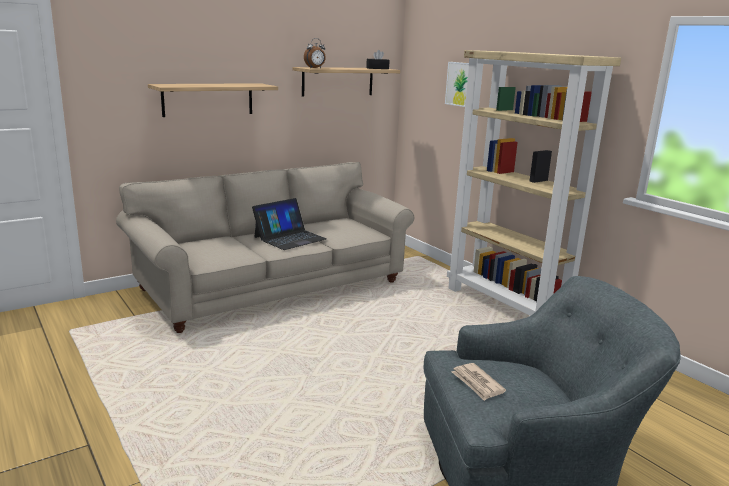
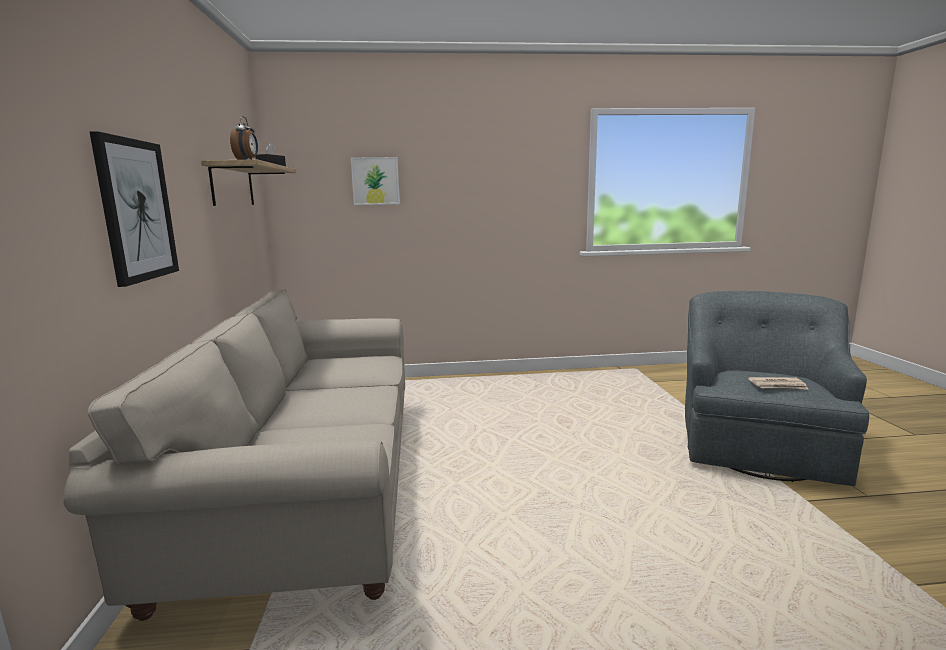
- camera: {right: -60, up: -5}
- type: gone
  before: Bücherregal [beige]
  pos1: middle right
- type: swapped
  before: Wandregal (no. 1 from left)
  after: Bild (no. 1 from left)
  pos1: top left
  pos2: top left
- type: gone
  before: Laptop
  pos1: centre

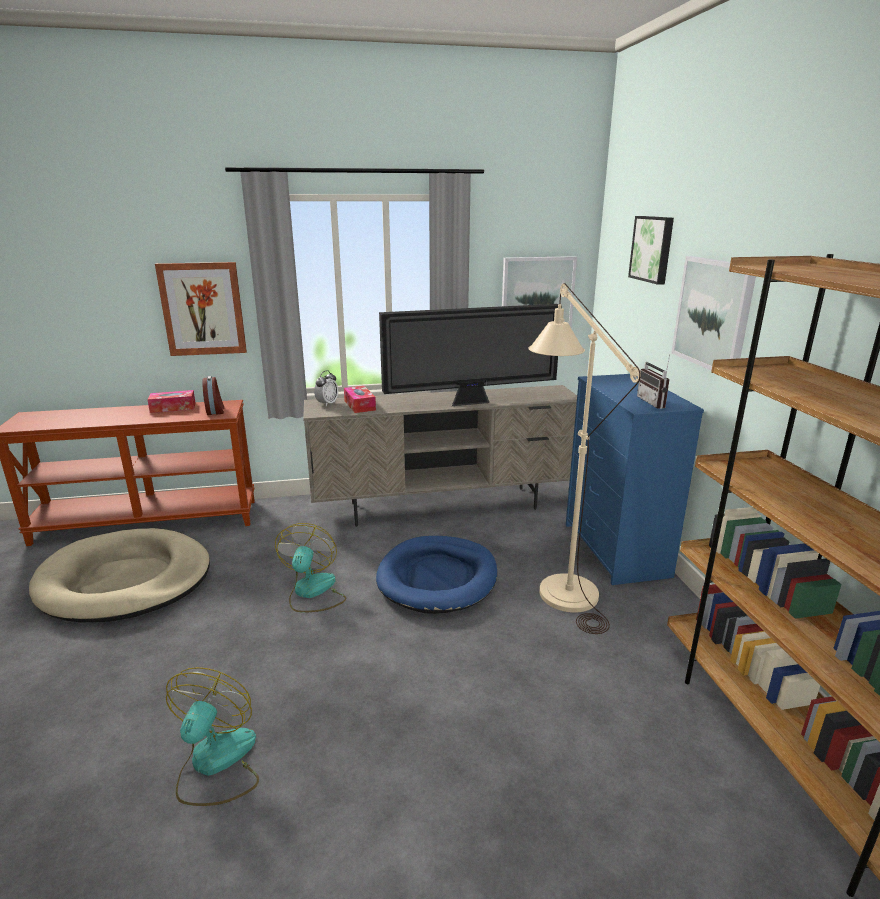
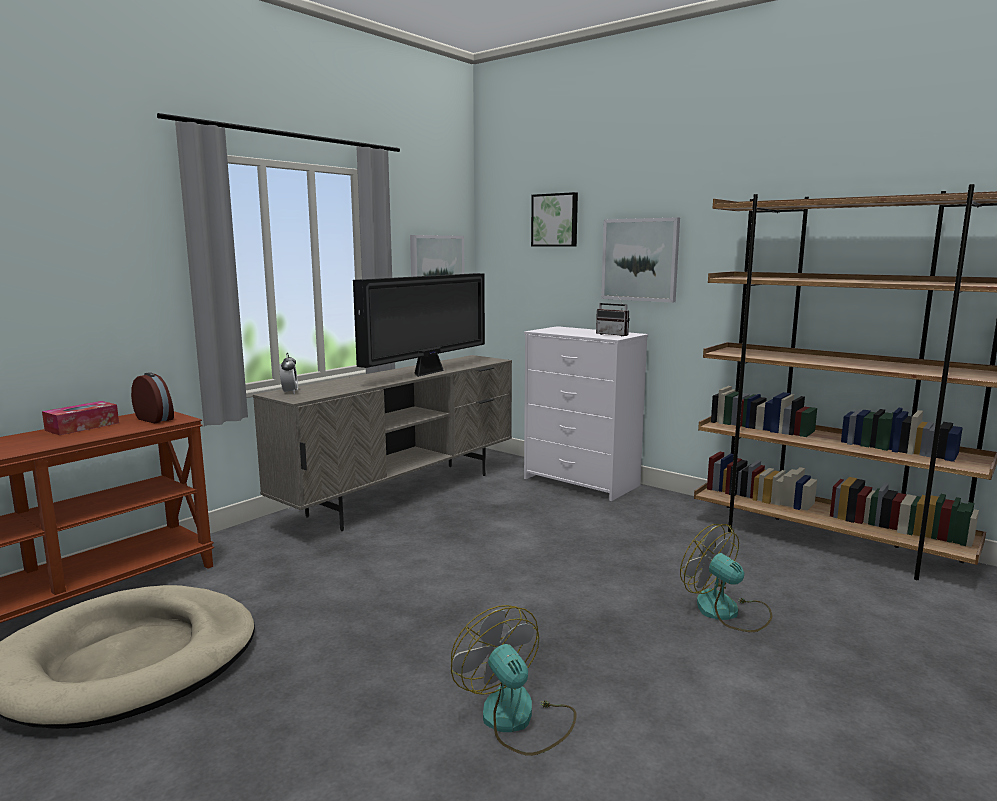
- camera: {right: -40, up: -10}
- type: gone
  before: Bild (no. 1 from left)
  pos1: middle left
- type: gone
  before: Stehlampe [beige]
  pos1: centre
- type: repainted
  before: Kommode [blau]
  after: Kommode [weiß]
  pos1: middle right
  pos2: centre
- type: gone
  before: Taschentuchbox (no. 2 from left)
  pos1: centre
- type: shifted
  before: Ventilator (no. 2 from left)
  pos1: centre
  pos2: bottom right
- type: gone
  before: Hundebett [blau]
  pos1: centre

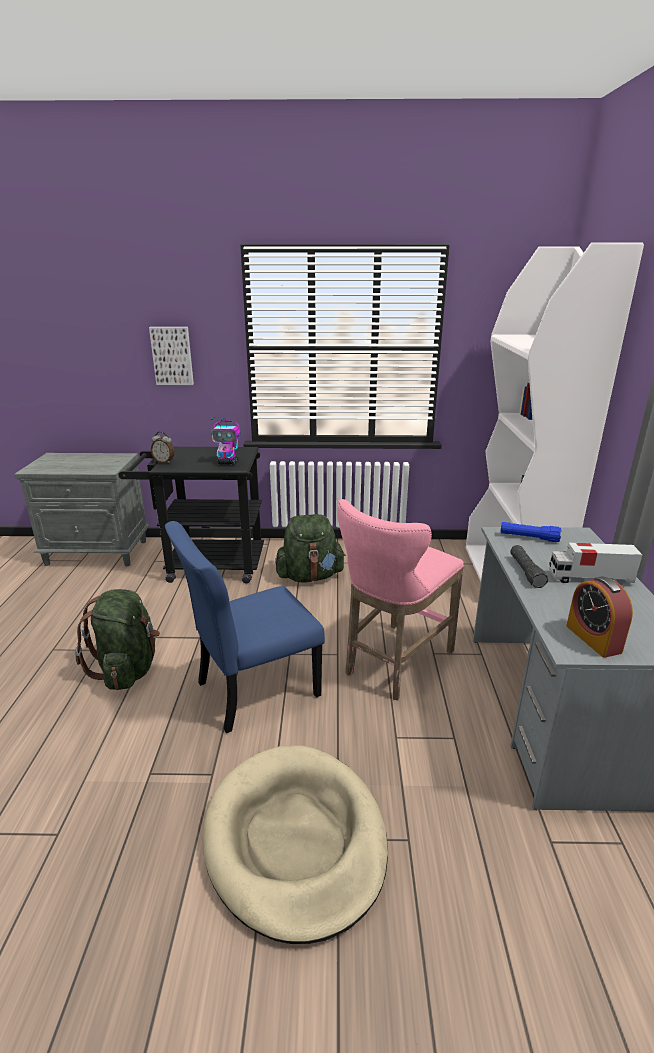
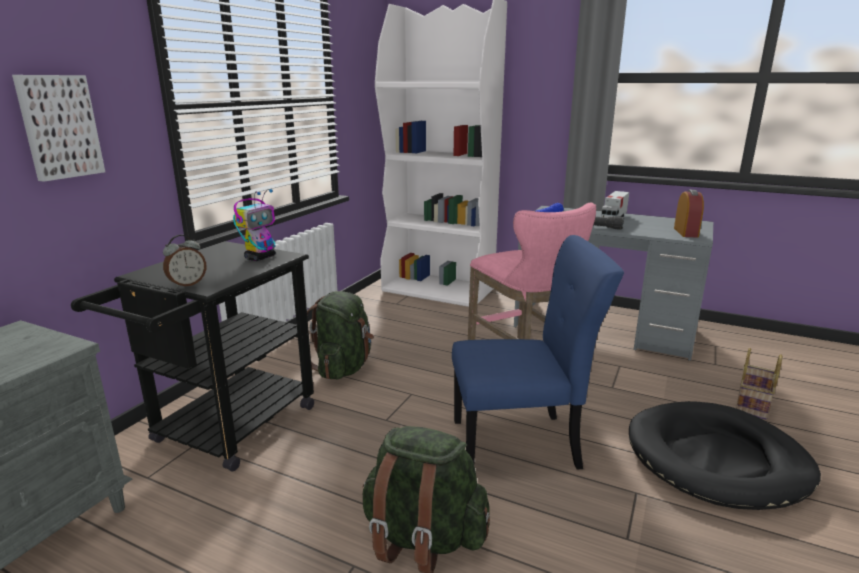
- camera: {right: -65, up: -5}
- type: rotated
  before: Stuhl [blau]
  pos1: centre
  pos2: centre
  turn: -90
- type: rotated
  before: Wecker (no. 2 from left)
  pos1: middle right
  pos2: middle right
  turn: -90
- type: repainted
  before: Hundebett [beige]
  after: Hundebett [schwarz]
  pos1: bottom centre
  pos2: bottom right
- type: new
  after: Korb
  pos2: bottom right

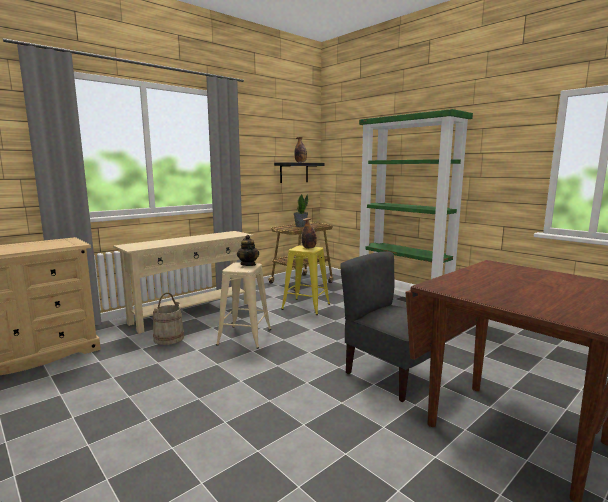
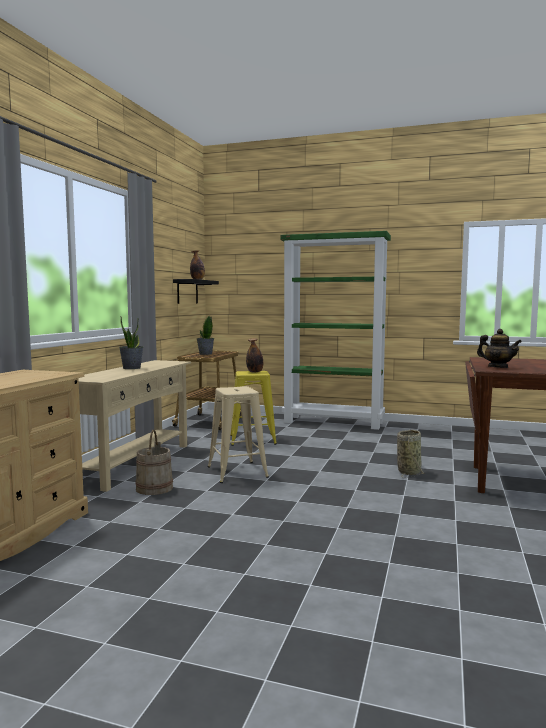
- camera: {right: -30, up: -5}
- type: shifted
  before: Teekanne
  pos1: centre
  pos2: middle right
- type: swapped
  before: Stuhl [grau]
  after: Korb
  pos1: centre
  pos2: middle right
- type: new
  after: Topfpflanze (no. 1 from left)
  pos2: middle left

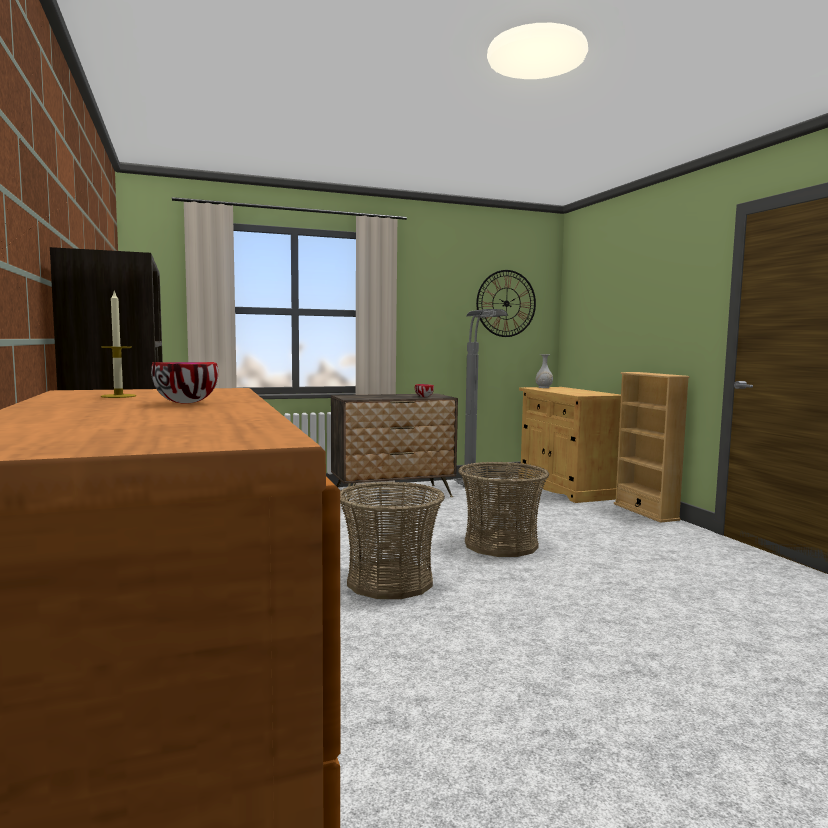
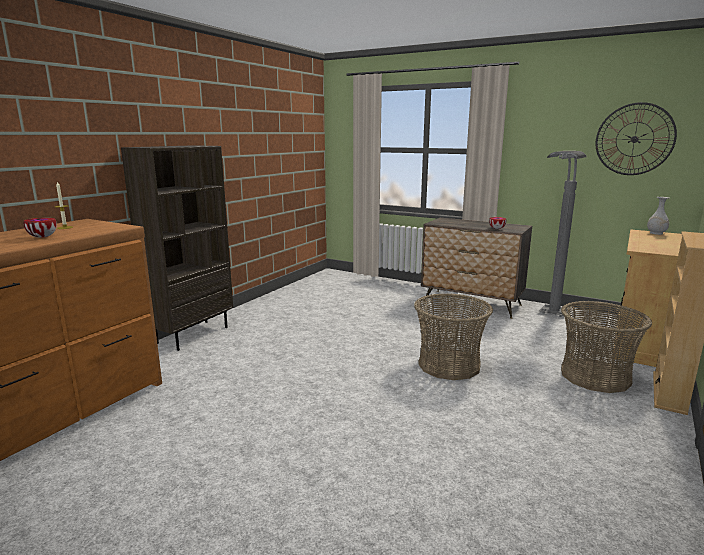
- camera: {right: 50, up: 10}
- type: shifted
  before: Korb (no. 1 from left in the first image)
  after: Korb (no. 2 from left)
  pos1: centre
  pos2: middle right

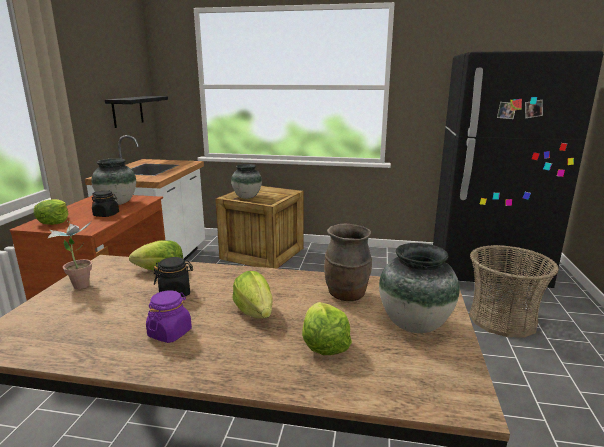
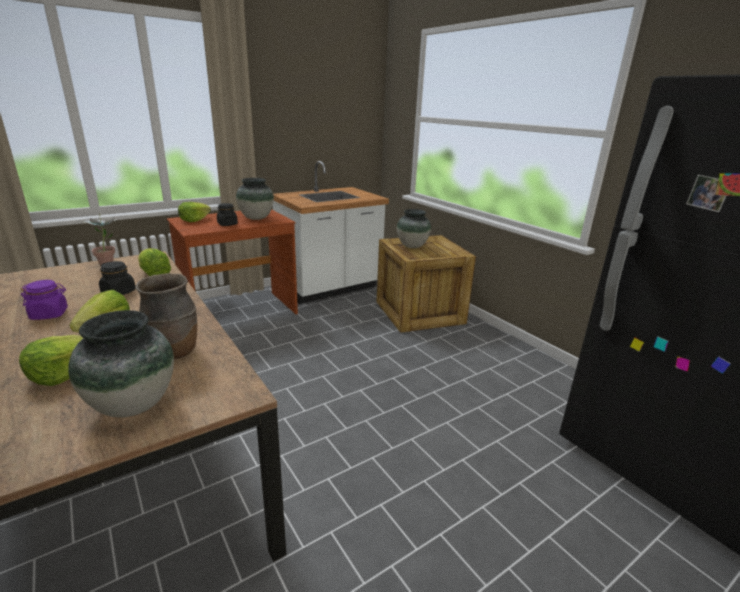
- camera: {right: 45, up: 5}
- type: gone
  before: Wandregal [schwarz]
  pos1: top left
- type: gone
  before: Korb
  pos1: middle right

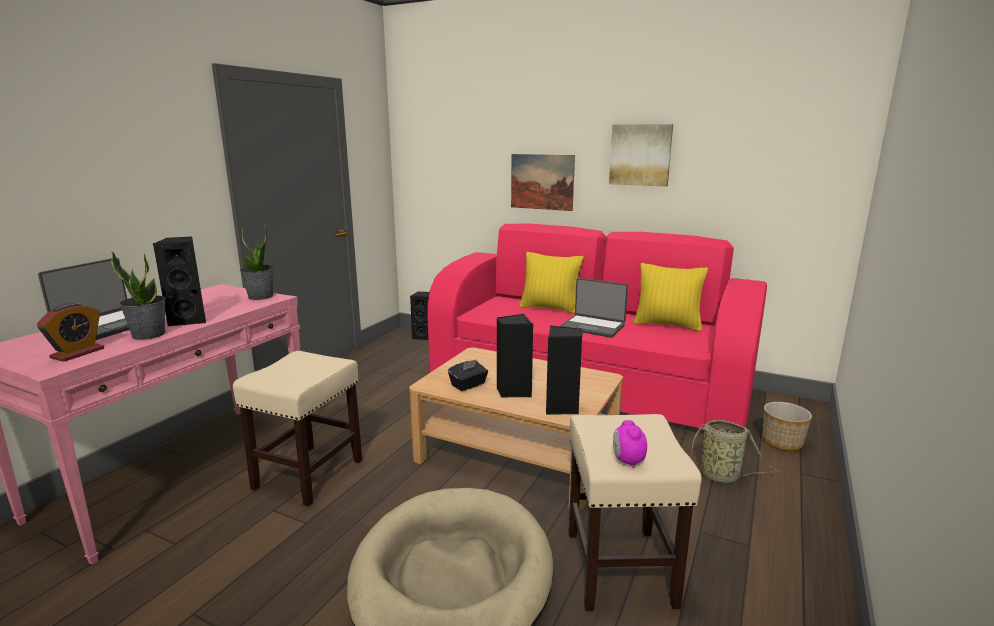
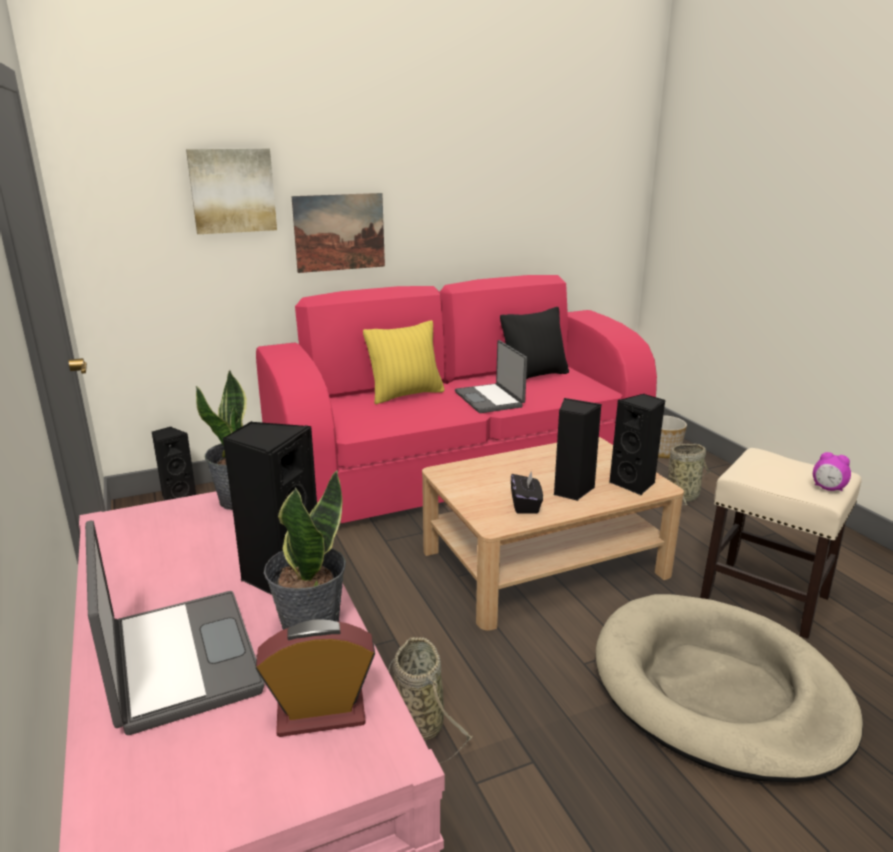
- camera: {right: -50, up: 5}
- type: shifted
  before: Bild (no. 2 from left in the first image)
  after: Bild (no. 1 from left)
  pos1: top centre
  pos2: top left
- type: repainted
  before: Kissen [gelb] (no. 2 from left)
  after: Kissen [schwarz]
  pos1: middle right
  pos2: centre
- type: rotated
  before: Laptop (no. 2 from left)
  pos1: centre
  pos2: centre
  turn: 90
- type: rotated
  before: Wecker (no. 1 from left)
  pos1: middle left
  pos2: bottom centre
  turn: -75
- type: swapped
  before: Hocker [beige] (no. 1 from left)
  after: Korb (no. 1 from left)
  pos1: bottom left
  pos2: bottom centre

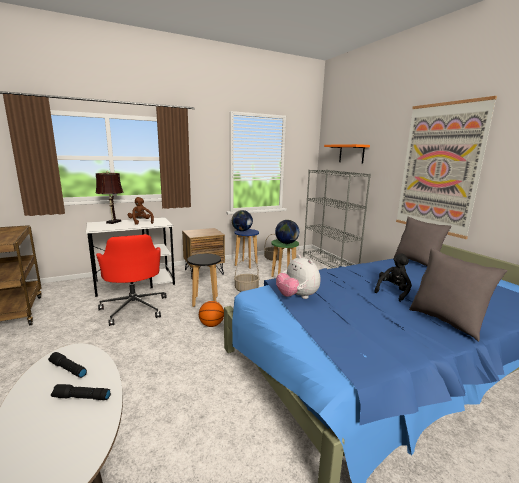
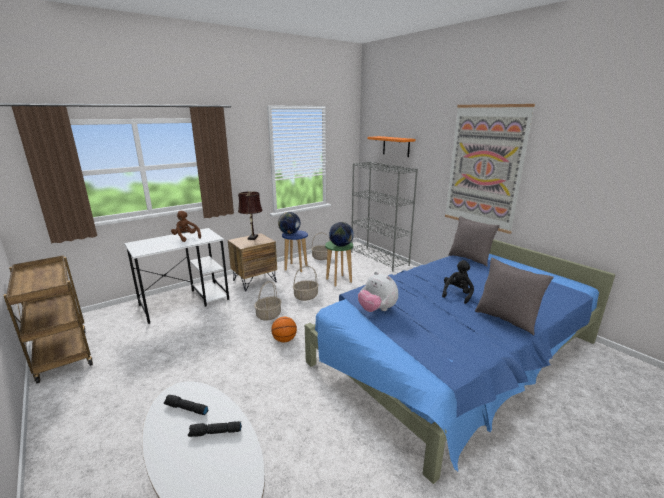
- camera: {right: -10, up: 5}
- type: shifted
  before: Tischlampe [braun]
  pos1: middle left
  pos2: centre
- type: gone
  before: Bürostuhl [rot]
  pos1: middle left
- type: swapped
  before: Hocker [schwarz]
  after: Korb (no. 1 from left)
  pos1: centre
  pos2: centre

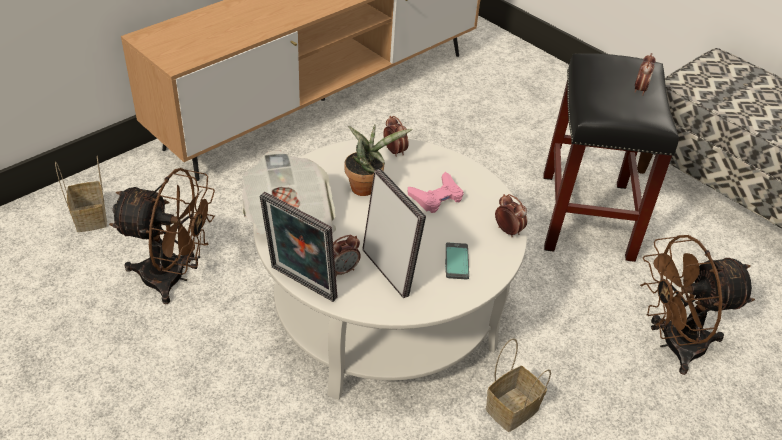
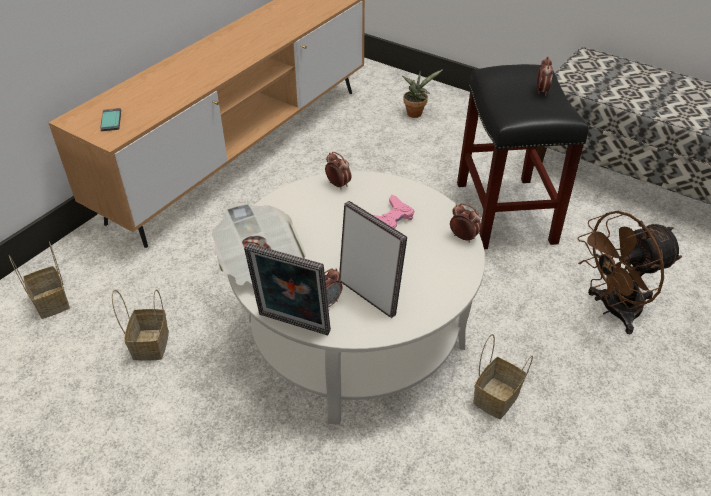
- camera: {right: -10, up: 0}
- type: shifted
  before: Topfpflanze
  pos1: centre
  pos2: top centre
- type: swapped
  before: Ventilator [braun] (no. 1 from left)
  after: Korb (no. 2 from left)
  pos1: middle left
  pos2: middle left
- type: shifted
  before: Handy
  pos1: centre
  pos2: top left

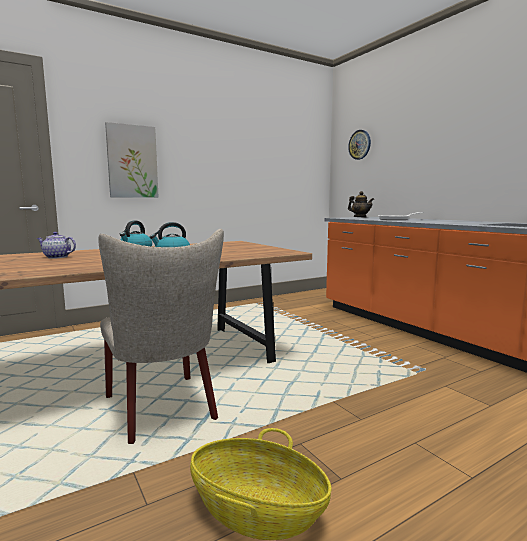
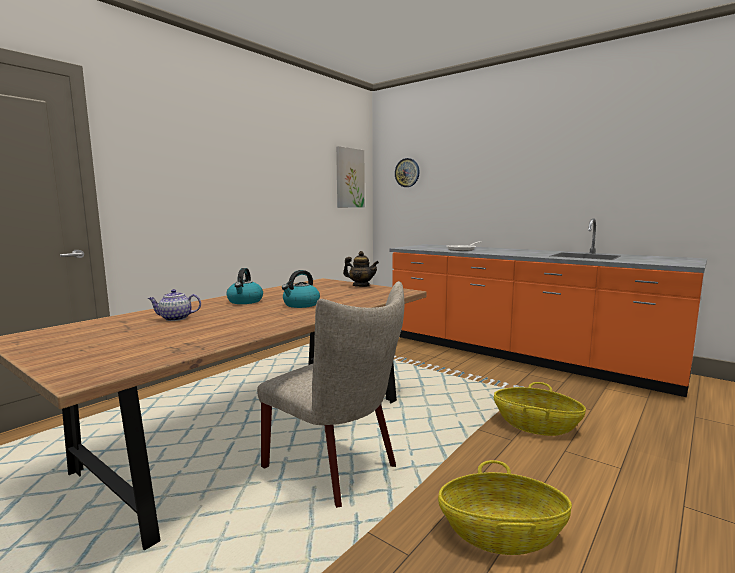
- camera: {right: -20, up: 0}
- type: shifted
  before: Bild
  pos1: top left
  pos2: top centre
- type: shifted
  before: Teekanne (no. 2 from left)
  pos1: middle right
  pos2: centre
- type: new
  after: Korb (no. 2 from left)
  pos2: bottom right

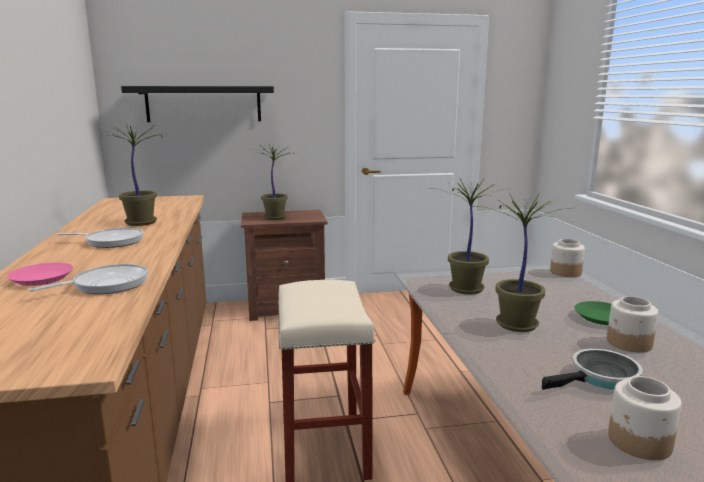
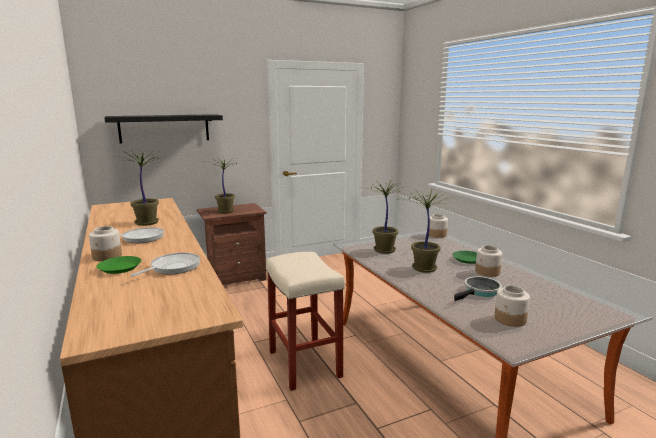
- camera: {right: -15, up: 0}
- type: repainted
  before: Teller [rosa]
  after: Teller [grün] (no. 1 from left)
  pos1: middle left
  pos2: middle left
- type: new
  after: Vorratsglas (no. 1 from left)
  pos2: middle left

